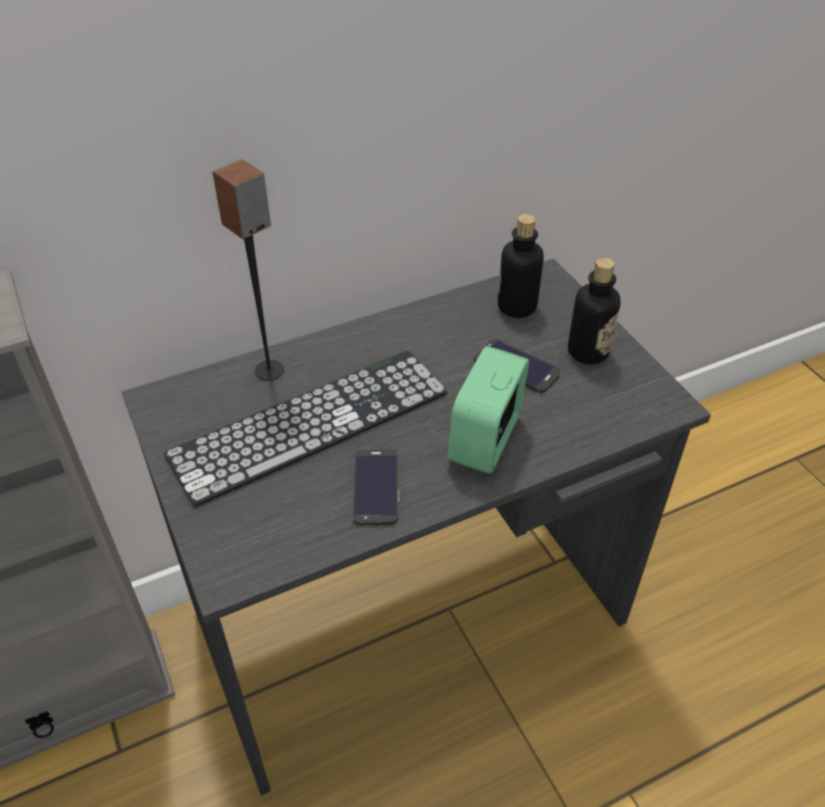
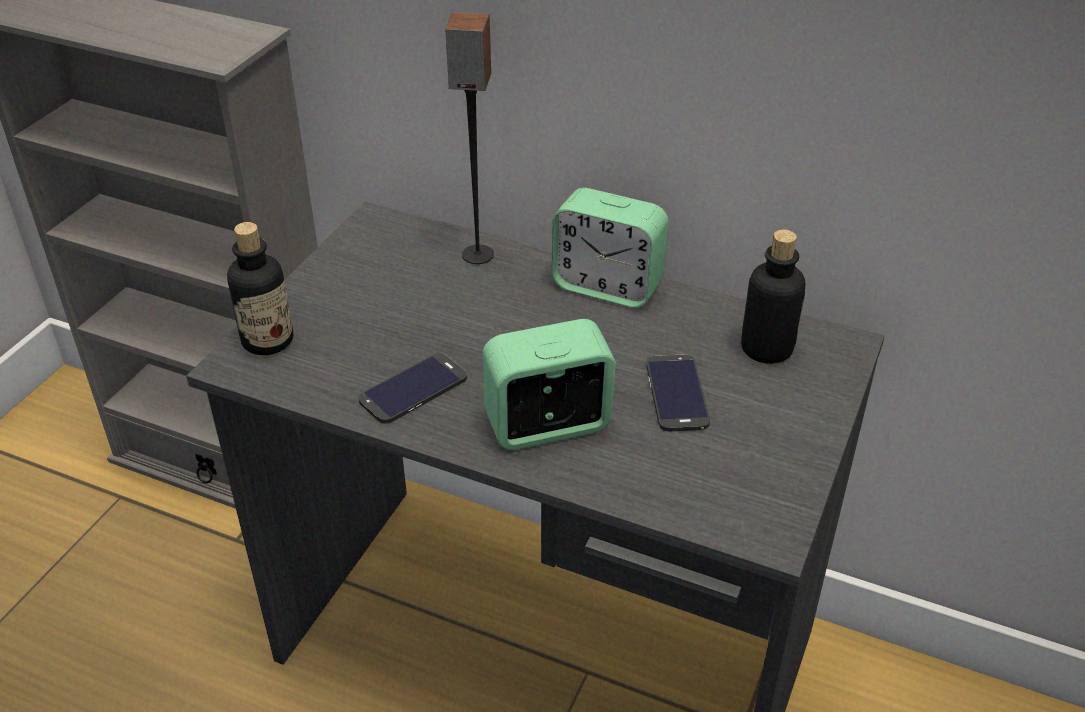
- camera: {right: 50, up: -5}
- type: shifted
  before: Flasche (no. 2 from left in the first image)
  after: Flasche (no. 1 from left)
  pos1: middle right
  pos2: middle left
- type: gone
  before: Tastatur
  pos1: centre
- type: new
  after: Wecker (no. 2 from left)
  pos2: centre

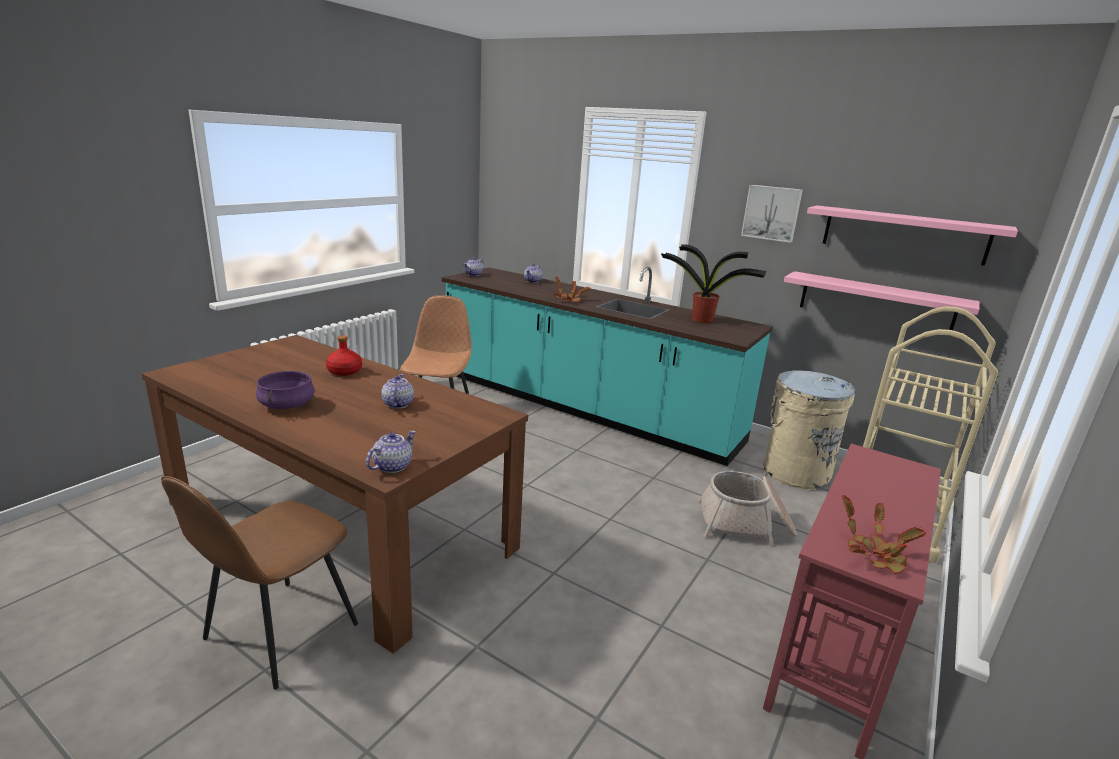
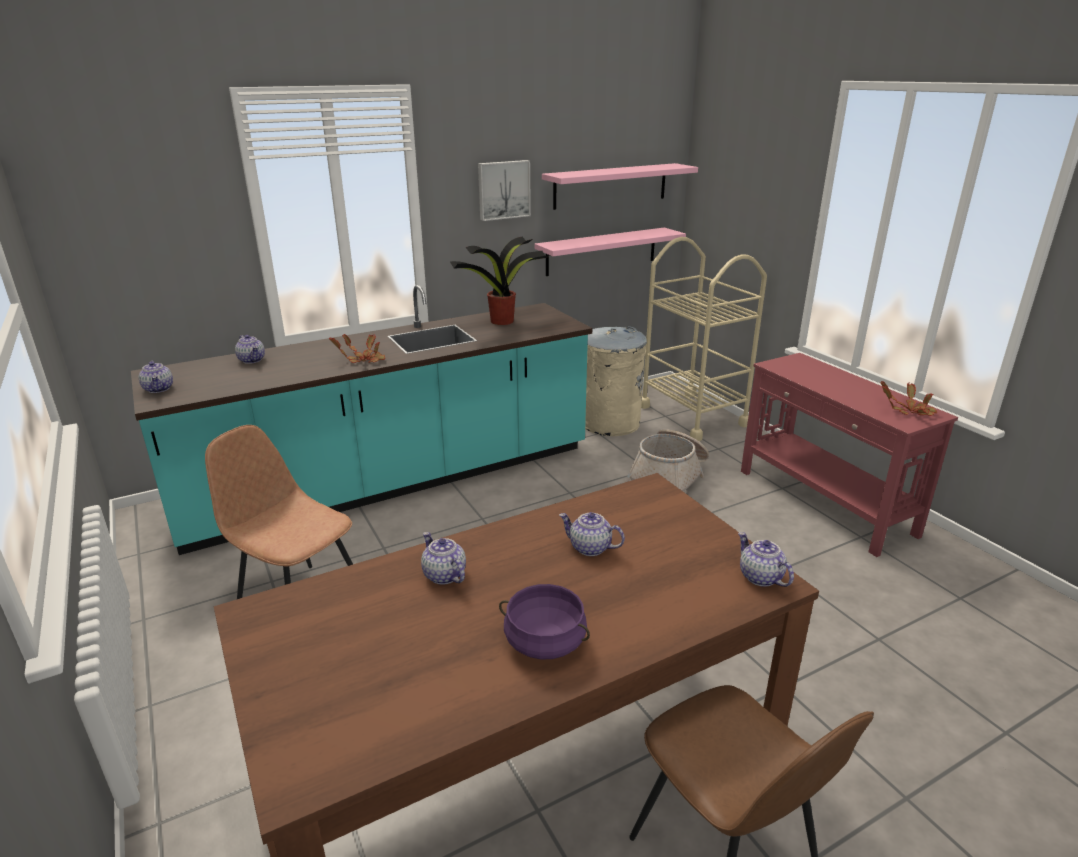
- camera: {right: -60, up: 5}
- type: swapped
  before: Flasche [rot]
  after: Teekanne (no. 3 from left)
  pos1: middle left
  pos2: centre

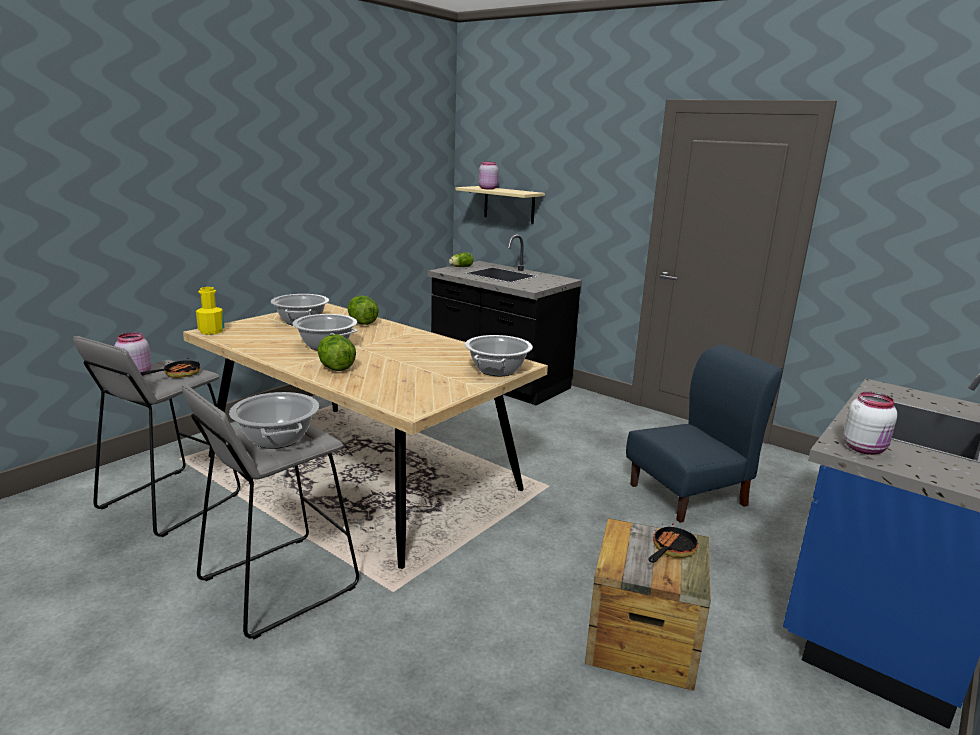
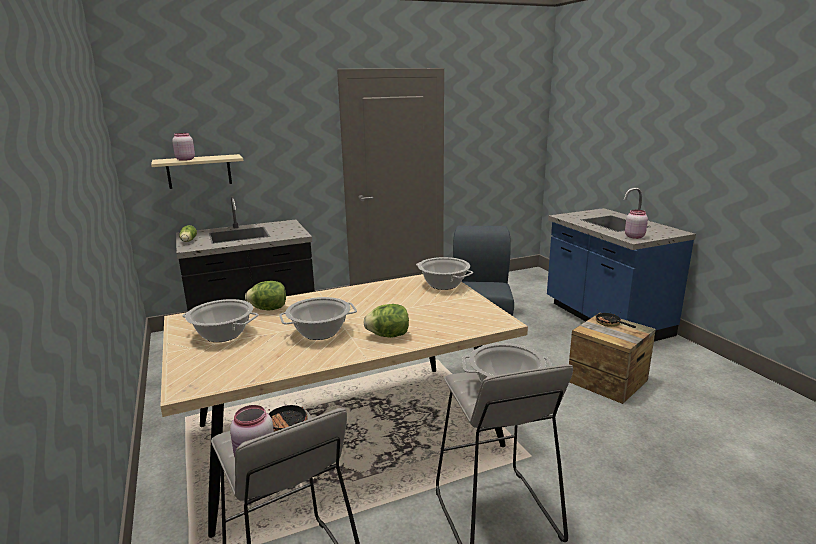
- camera: {right: -60, up: 0}
- type: gone
  before: Flasche [gelb]
  pos1: middle left
- type: repainted
  before: Vorratsglas [weiß]
  after: Vorratsglas [rosa] (no. 3 from left)
  pos1: middle right
  pos2: middle right

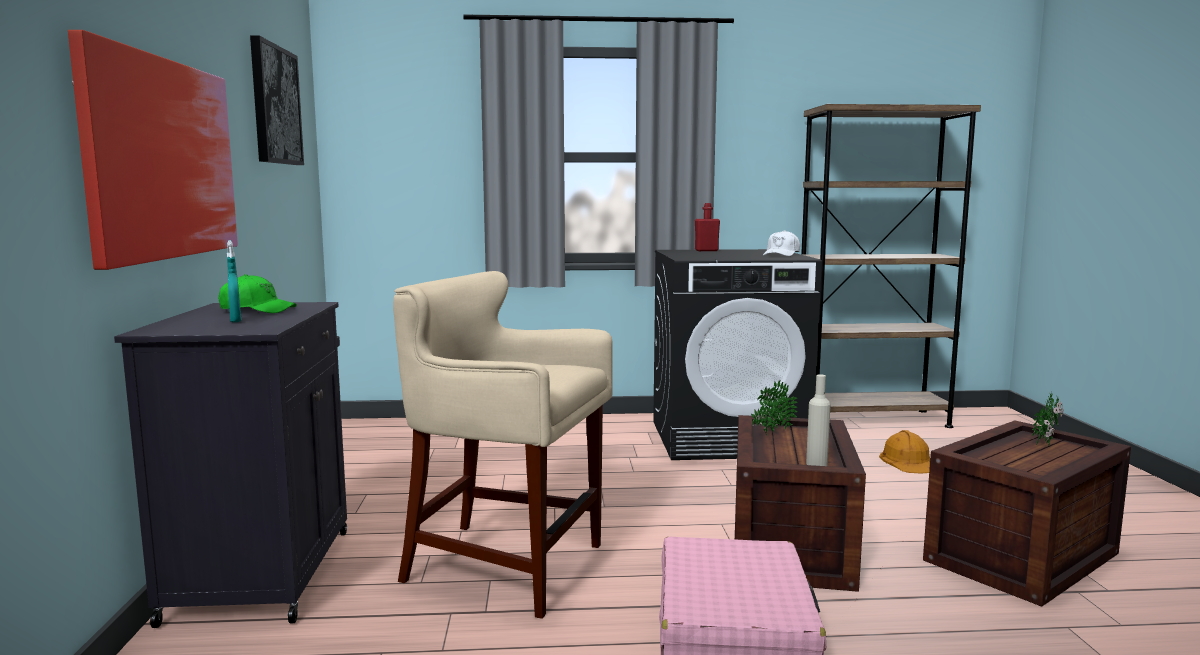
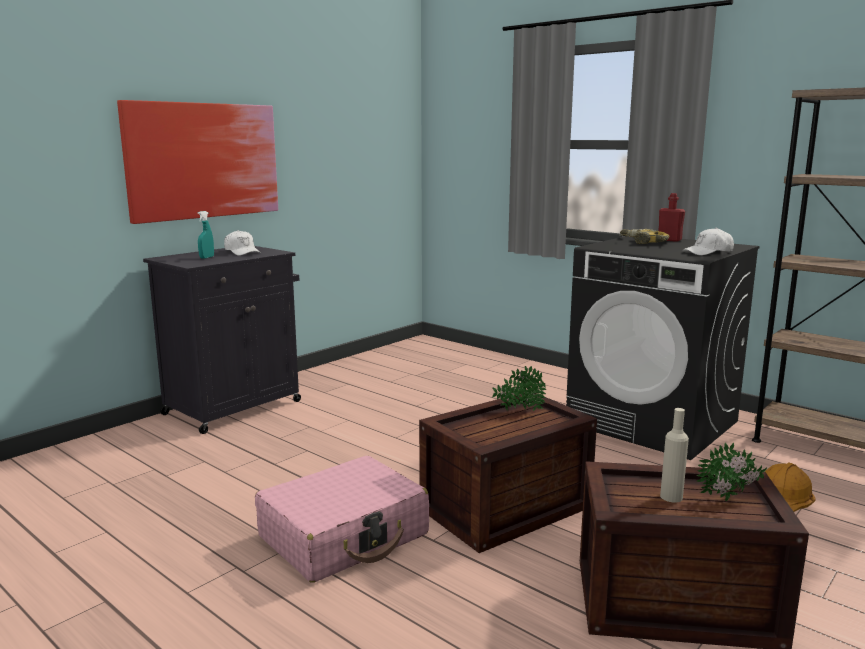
- camera: {right: 45, up: 5}
- type: gone
  before: Bild (no. 2 from left)
  pos1: top left
- type: gone
  before: Hocker [beige]
  pos1: bottom centre
- type: repainted
  before: Kappe [grün]
  after: Kappe [weiß] (no. 1 from left)
  pos1: middle left
  pos2: middle left
- type: shifted
  before: Flasche [beige]
  pos1: middle right
  pos2: bottom right
- type: new
  after: Bohrmaschine
  pos2: middle right

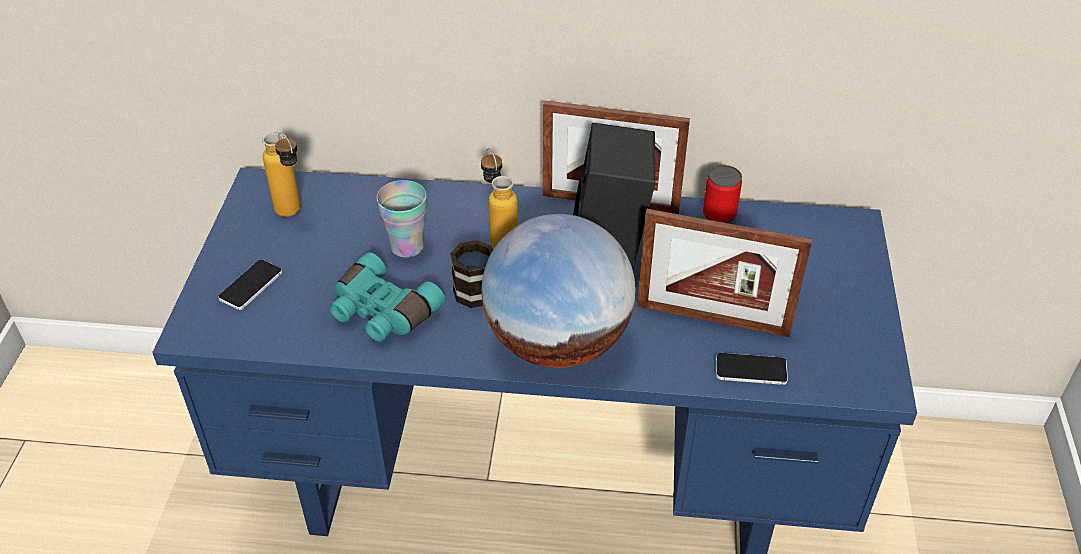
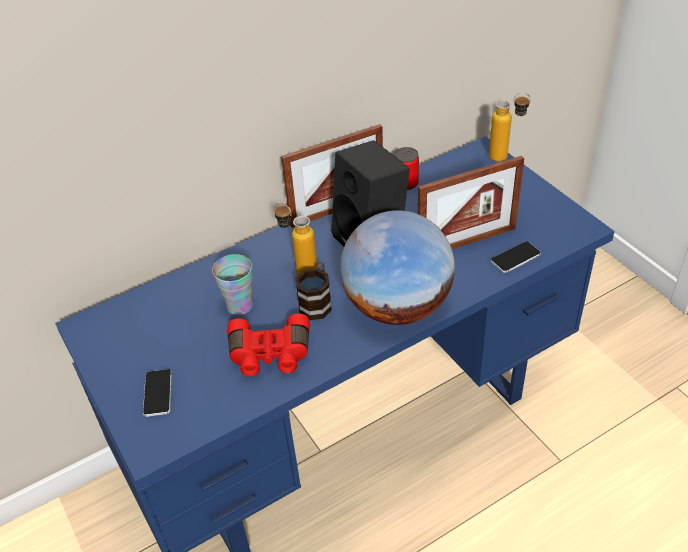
- camera: {right: -35, up: 0}
- type: shifted
  before: Flasche (no. 1 from left in the first image)
  after: Flasche (no. 2 from left)
  pos1: top left
  pos2: top right
- type: repainted
  before: Fernglas [türkis]
  after: Fernglas [rot]
  pos1: centre
  pos2: centre

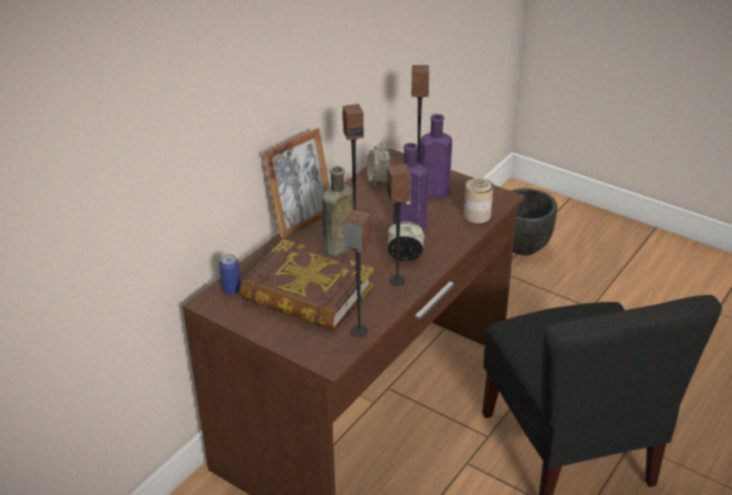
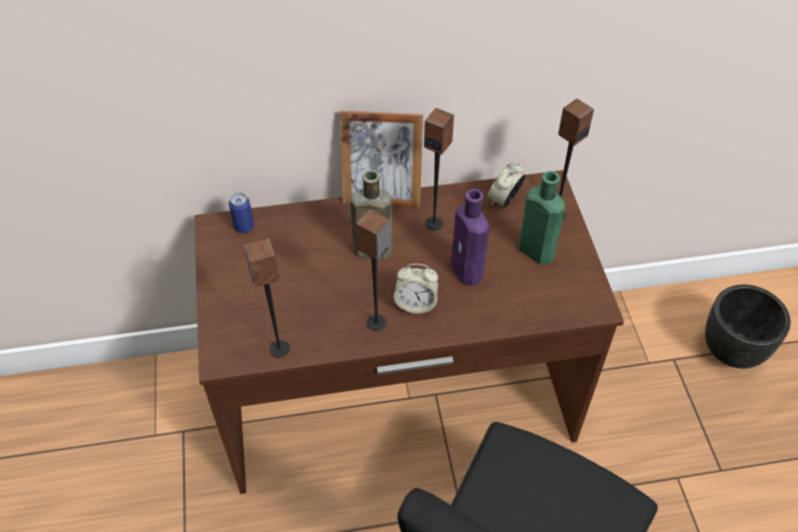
- camera: {right: 45, up: 15}
- type: repainted
  before: Flasche [lila] (no. 2 from left)
  after: Flasche [grün]
  pos1: top centre
  pos2: middle right
- type: gone
  before: Dose (no. 2 from left)
  pos1: centre
- type: rotated
  before: Wecker (no. 2 from left in the first image)
  pos1: centre
  pos2: centre
  turn: 135
- type: gone
  before: Buch
  pos1: centre

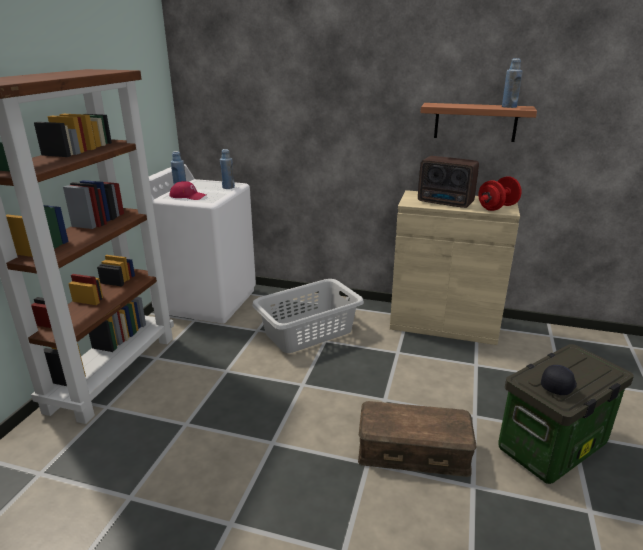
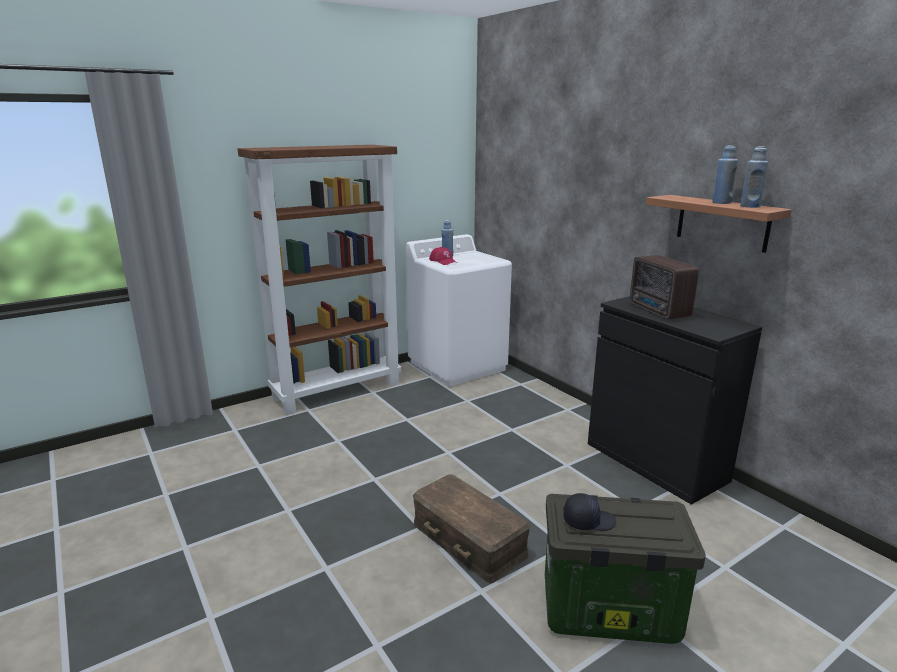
- camera: {right: 40, up: -5}
- type: shifted
  before: Flasche [blau] (no. 2 from left)
  pos1: top centre
  pos2: top right
- type: gone
  before: Hantel [rot]
  pos1: middle right
- type: repainted
  before: Schrank [beige]
  after: Schrank [schwarz]
  pos1: middle right
  pos2: middle right
- type: gone
  before: Wäschekorb [grau]
  pos1: centre

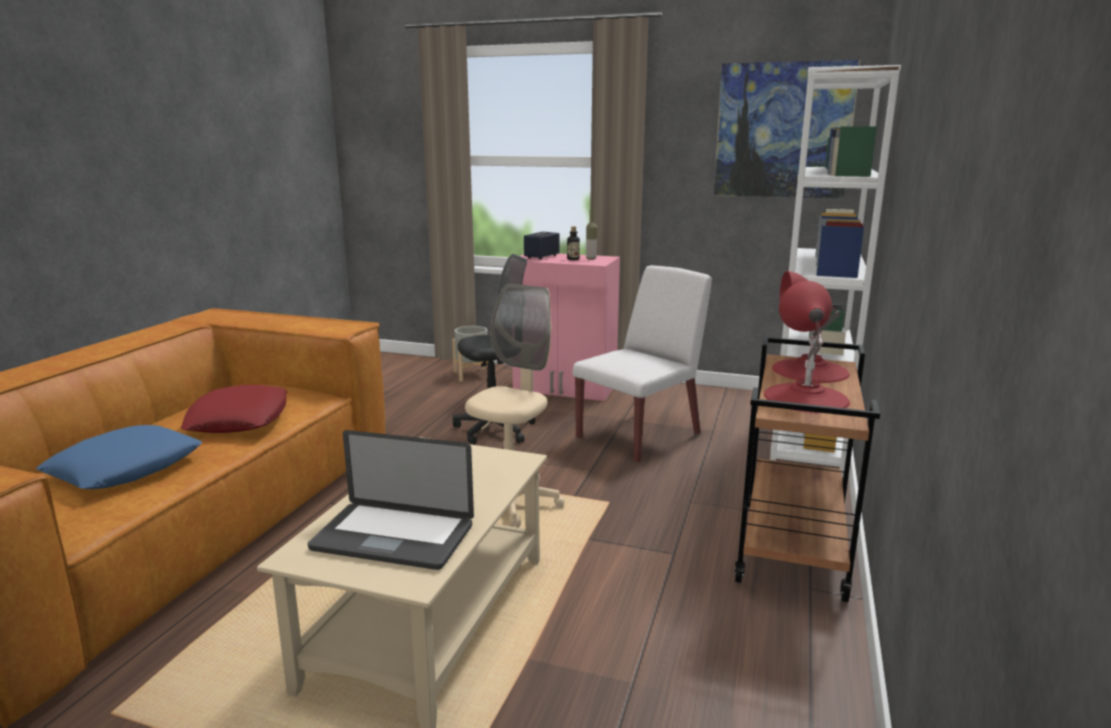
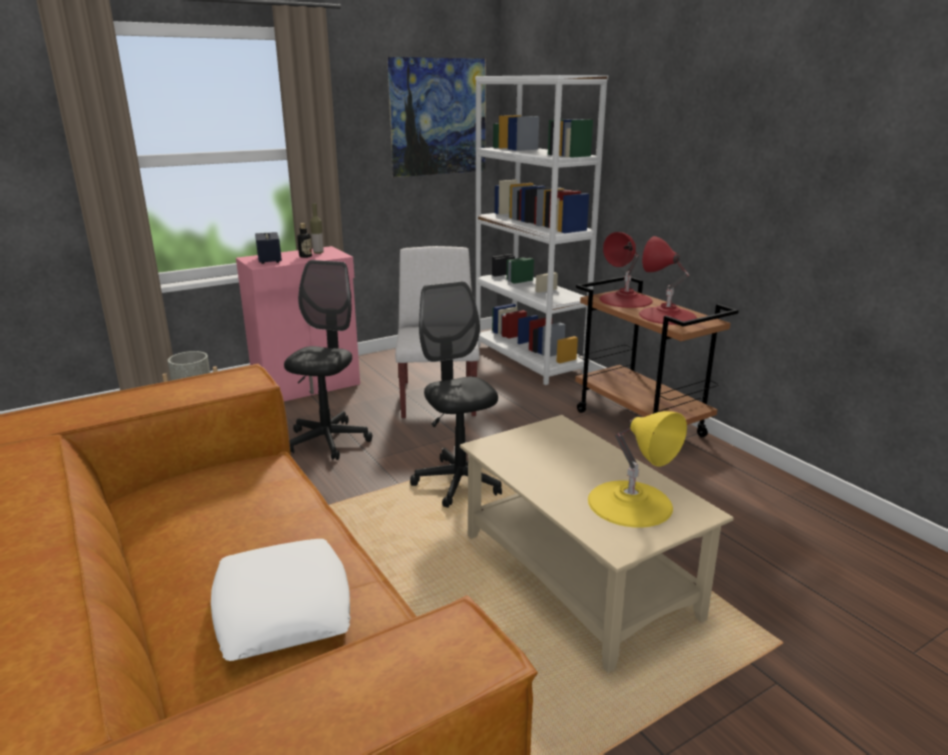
- camera: {right: -50, up: 5}
- type: repainted
  before: Bürostuhl [beige]
  after: Bürostuhl [schwarz] (no. 2 from left)
  pos1: centre
  pos2: centre
- type: gone
  before: Kissen [rot]
  pos1: middle left
- type: repainted
  before: Kissen [blau]
  after: Kissen [weiß]
  pos1: middle left
  pos2: bottom left
- type: swapped
  before: Laptop
  after: Tischlampe [gelb]
  pos1: bottom centre
  pos2: middle right

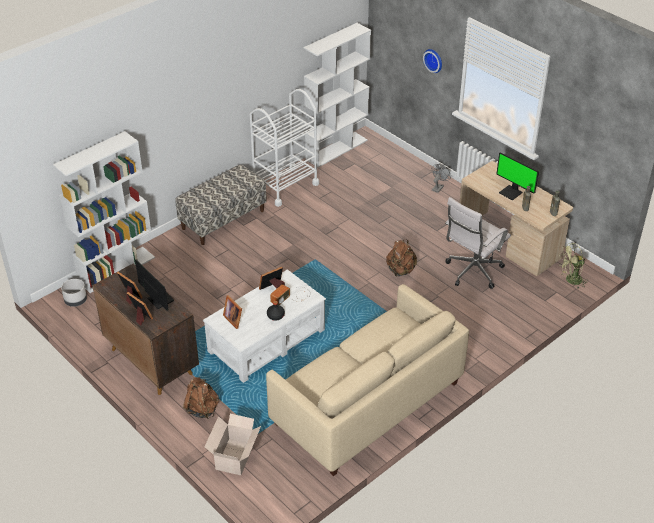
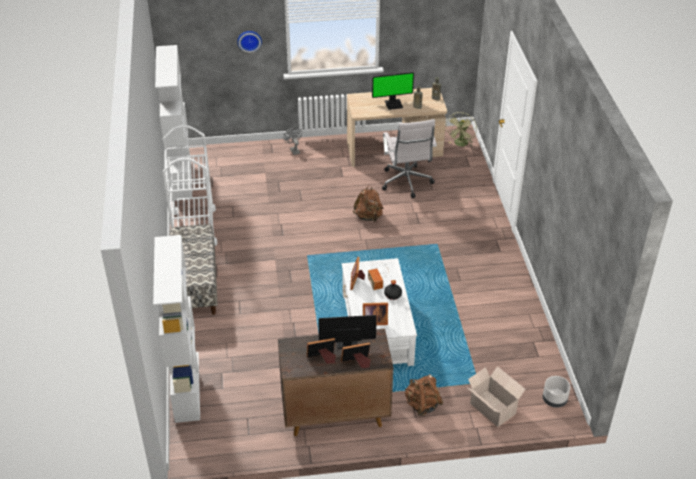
- camera: {right: -55, up: 0}
- type: shifted
  before: Pflanzkübel [grau]
  pos1: middle left
  pos2: bottom right
- type: gone
  before: Sofa [beige]
  pos1: bottom centre

